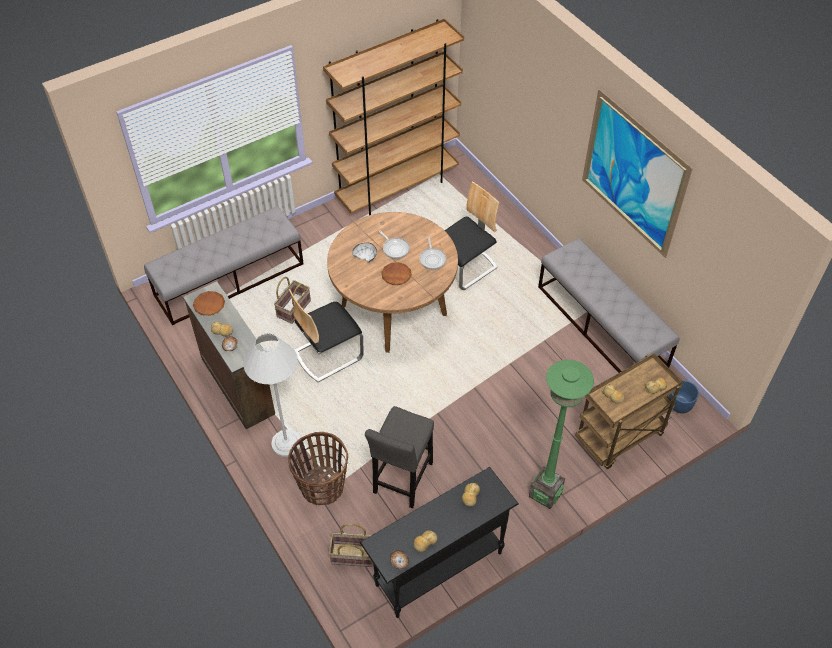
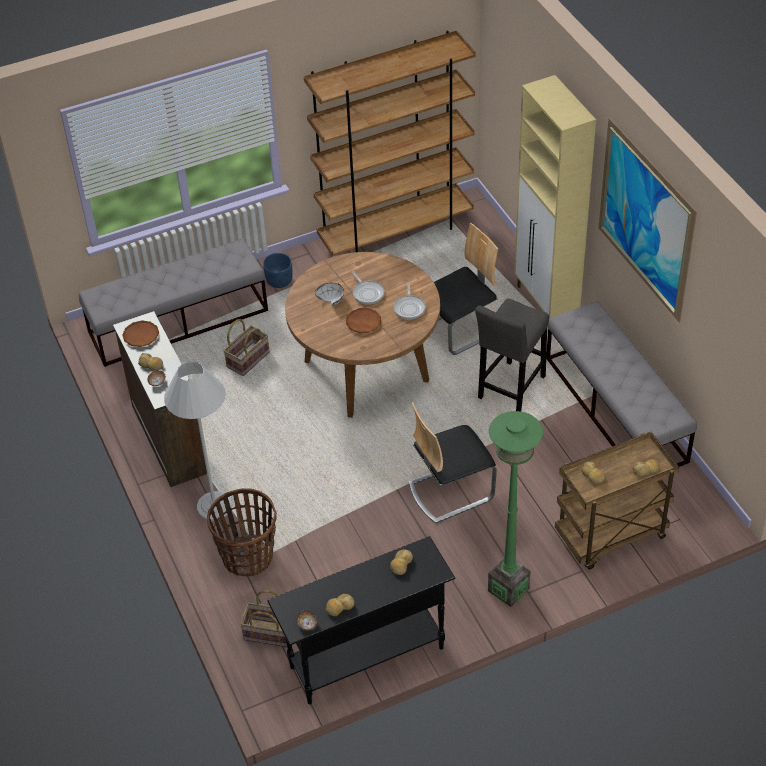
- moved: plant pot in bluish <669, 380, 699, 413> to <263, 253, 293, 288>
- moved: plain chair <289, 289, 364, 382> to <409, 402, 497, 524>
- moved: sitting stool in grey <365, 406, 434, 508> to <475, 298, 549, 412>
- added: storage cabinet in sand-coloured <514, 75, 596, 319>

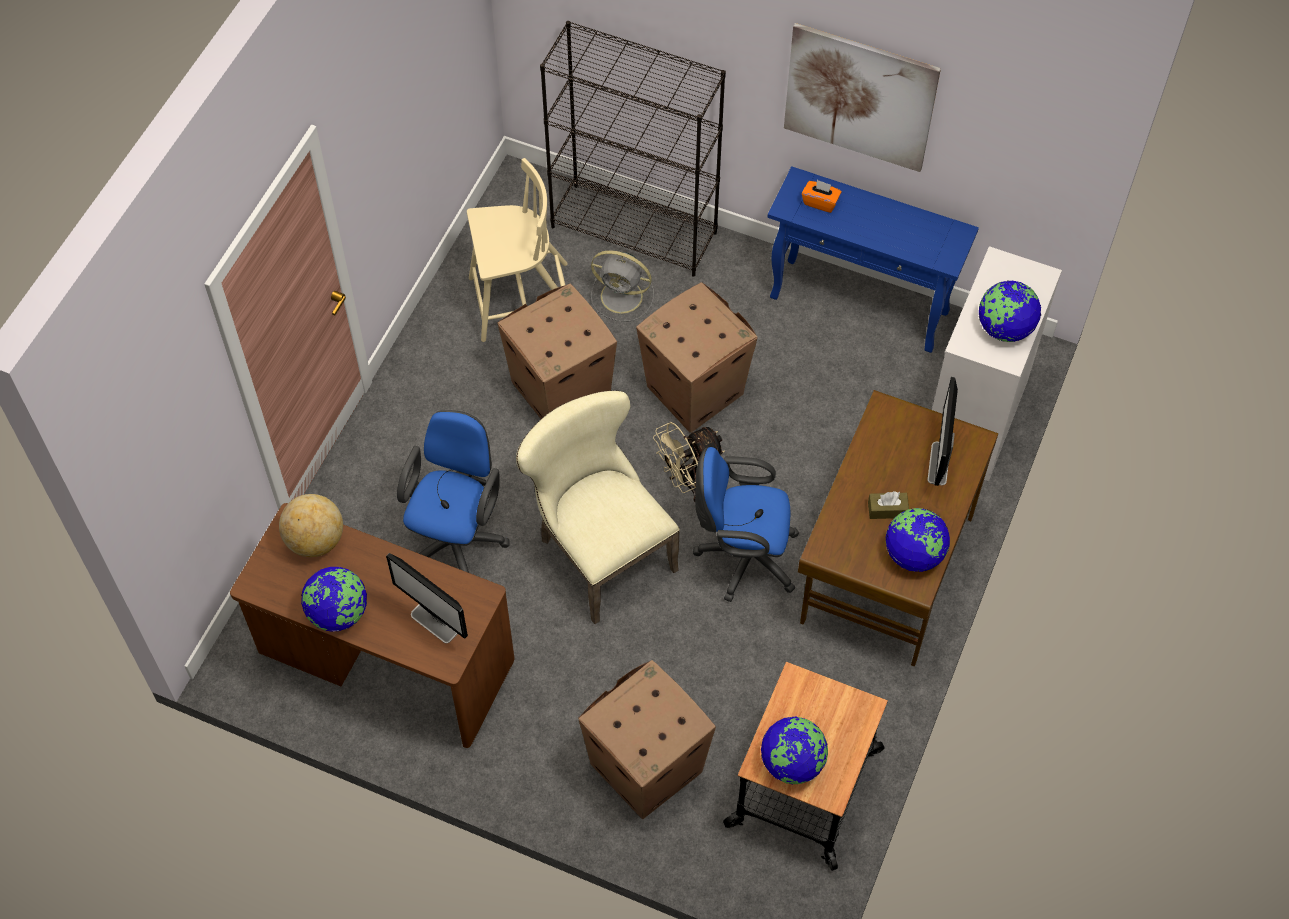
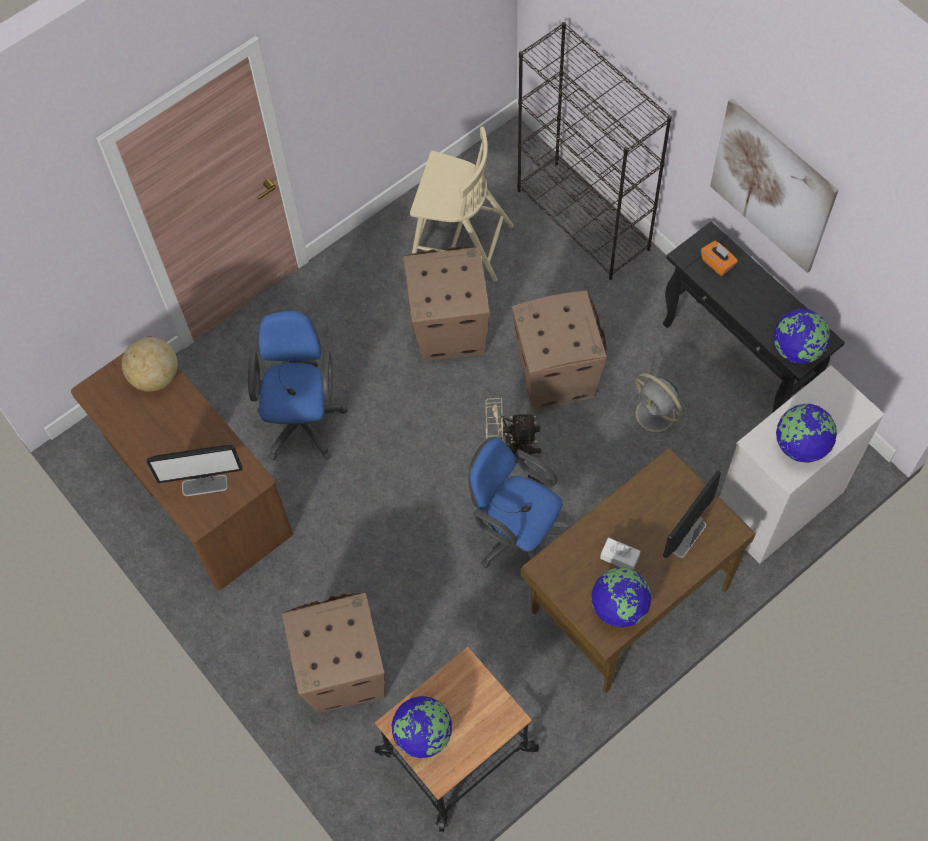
- turned: computer screen <386, 553, 468, 643> = <146, 445, 243, 496> 75 degrees counterclockwise
- turned: computer chair in bluish <397, 410, 510, 573> = <248, 309, 348, 460> 45 degrees counterclockwise
- recoloured: box of tissues in brown-coloured <868, 491, 909, 519> to box of tissues in white <600, 538, 641, 570>
- moved: fan in grey <591, 251, 654, 321> to <626, 373, 687, 441>
- recoloured: console table in bluish <767, 166, 979, 353> to console table in black <663, 221, 845, 413>
- moved: globe <301, 567, 367, 632> to <774, 309, 830, 364>
- removed: plain chair in sand-coloured <516, 390, 680, 624>

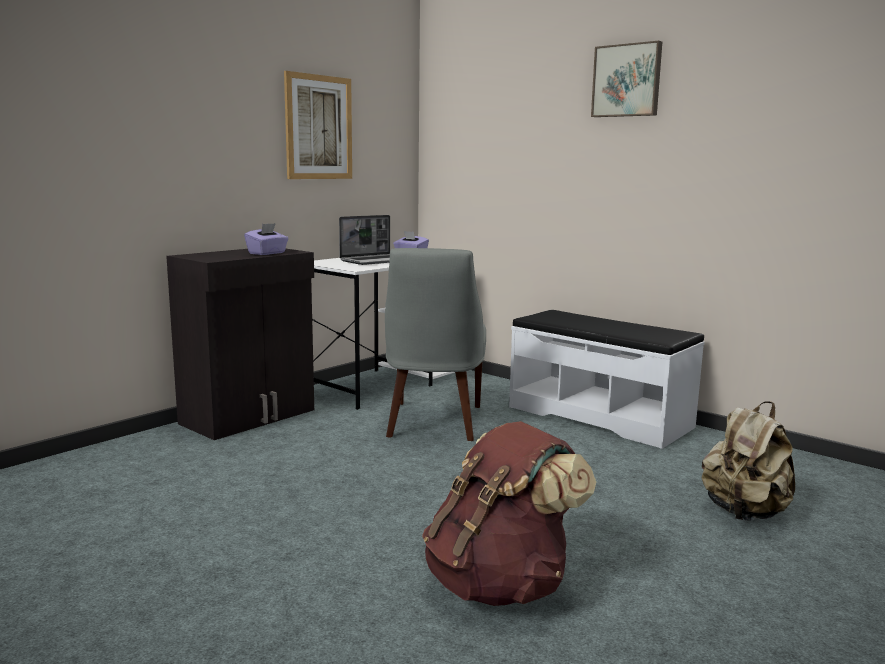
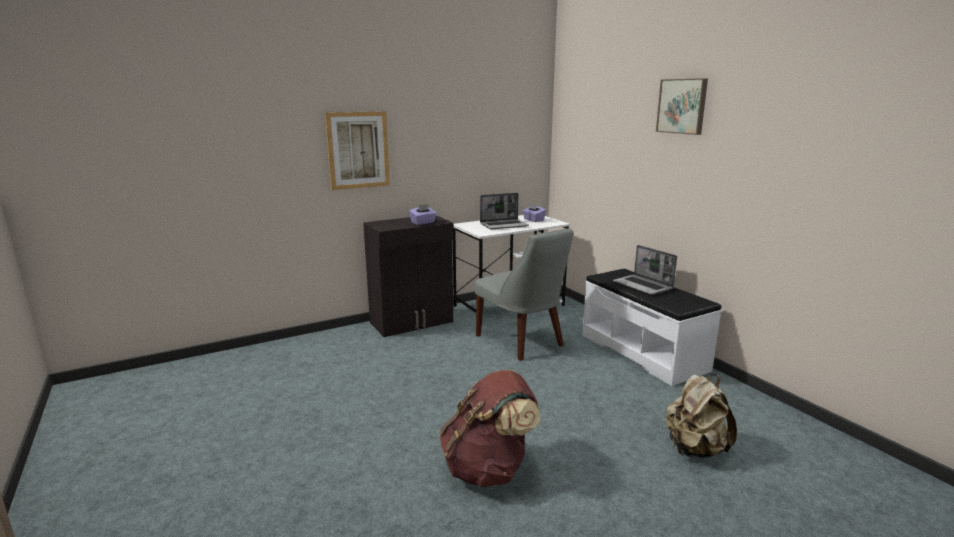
- moved: wall art <284, 71, 352, 179> to <325, 111, 390, 190>
- turned: plain chair in grey <385, 248, 486, 441> = <475, 228, 573, 361> 60 degrees counterclockwise
- added: portable computer <613, 245, 677, 295>

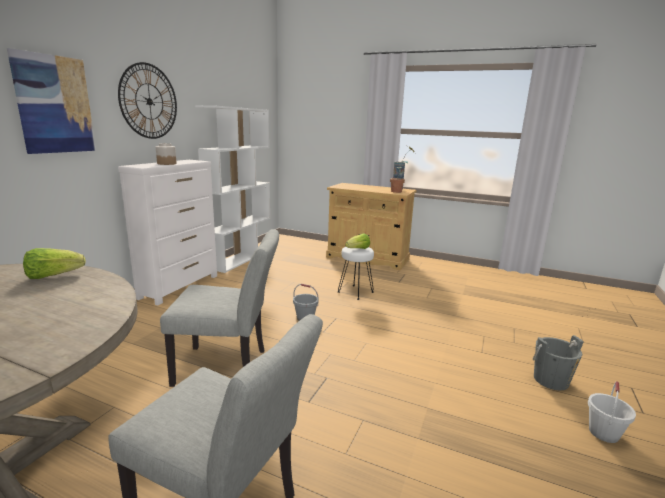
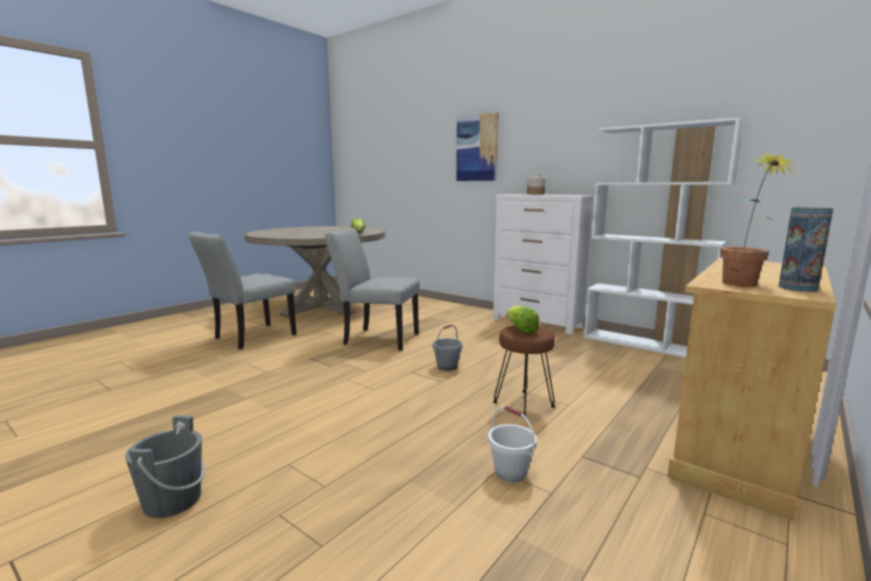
- turned: plain chair in grey <160, 229, 279, 387> = <325, 228, 420, 351> 90 degrees clockwise
- moved: water bucket in white <588, 381, 636, 443> to <488, 406, 537, 482>
- recoloured: sitting stool in white <338, 247, 374, 300> to sitting stool in brown-coloured <493, 326, 555, 419>
- removed: wall clock <118, 62, 177, 139>

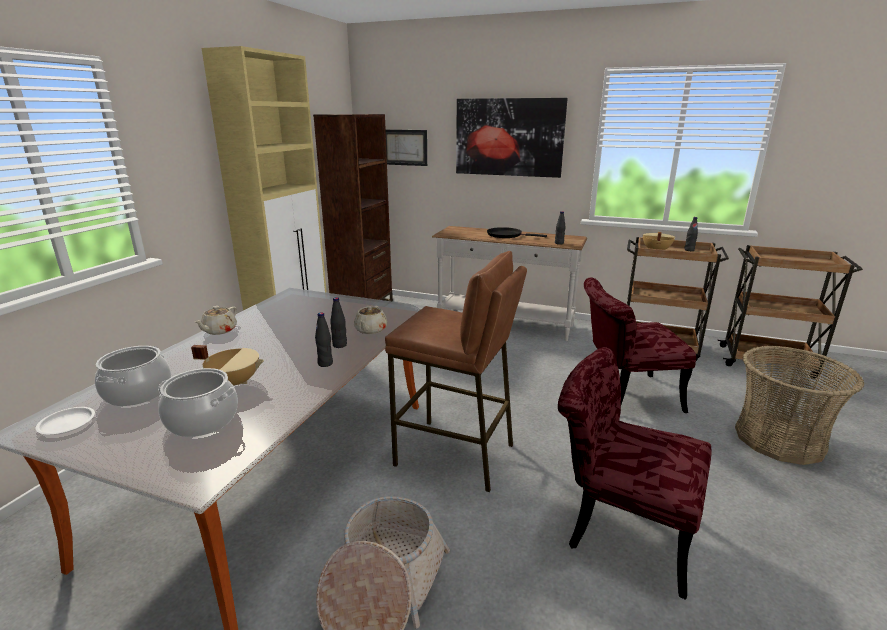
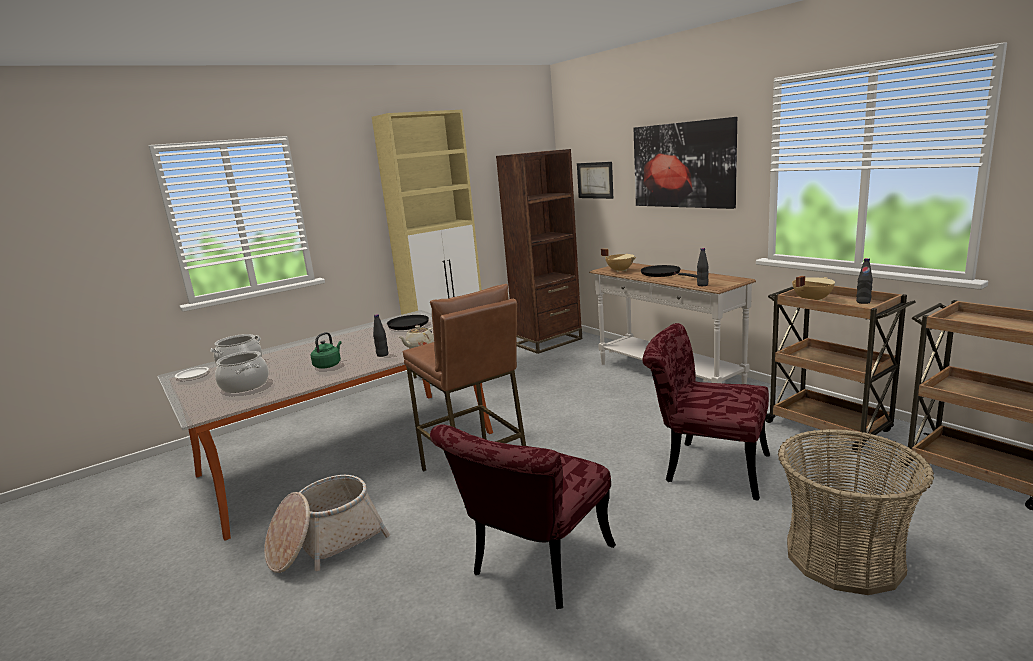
- added: water kettle in green <311, 332, 342, 368>
- added: frying pan in black <387, 315, 432, 333>
- turned: plain chair in reddish <558, 347, 711, 600> = <430, 425, 616, 609> 120 degrees counterclockwise
- moved: saucepot in sand-coloured <191, 345, 264, 386> to <601, 249, 636, 272>
- removed: teapot in sand-coloured <194, 306, 237, 335>
- removed: bottle in black <315, 312, 333, 367>

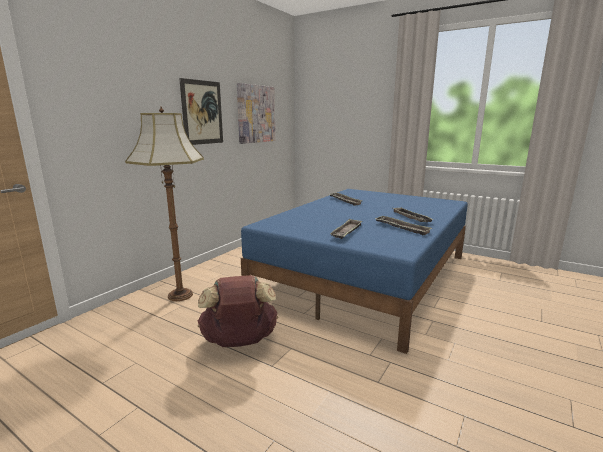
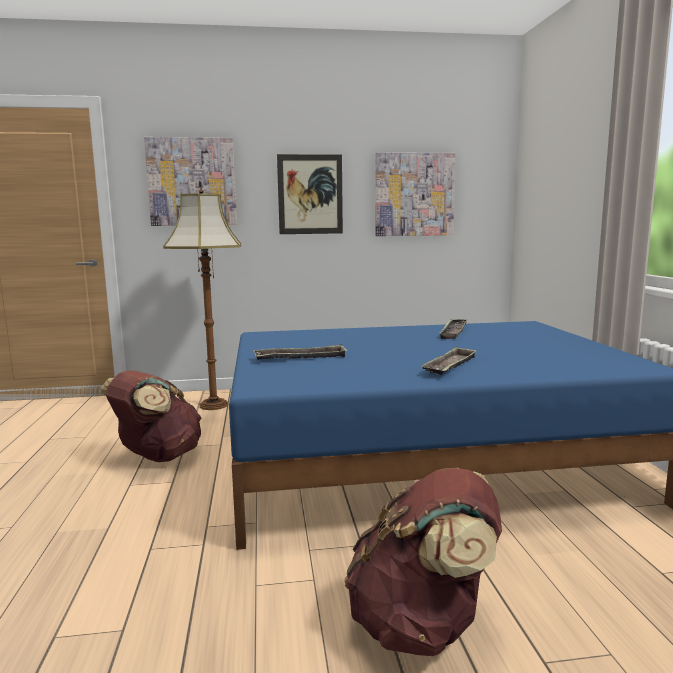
- added: wall art <144, 137, 237, 226>
- added: knapsack in brown-coloured <344, 468, 502, 656>
- removed: carrying tray <374, 215, 432, 235>

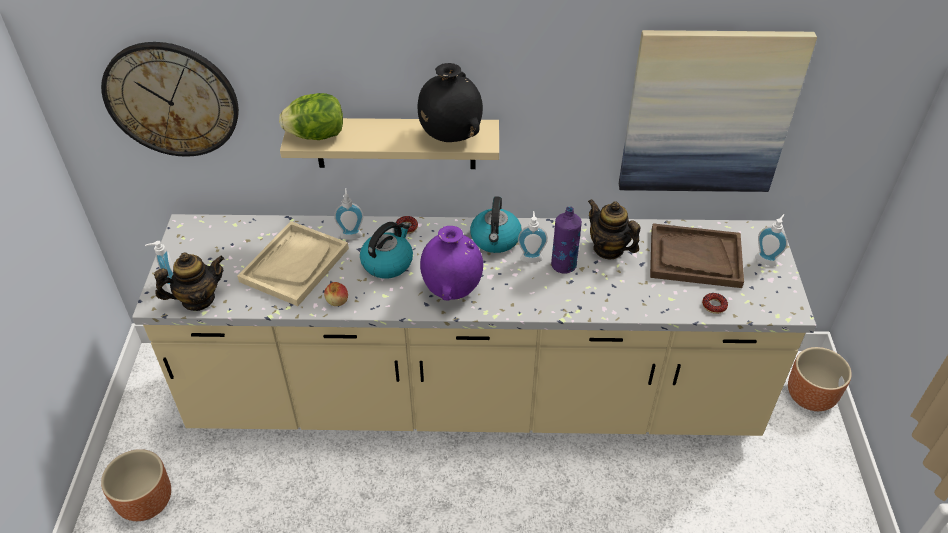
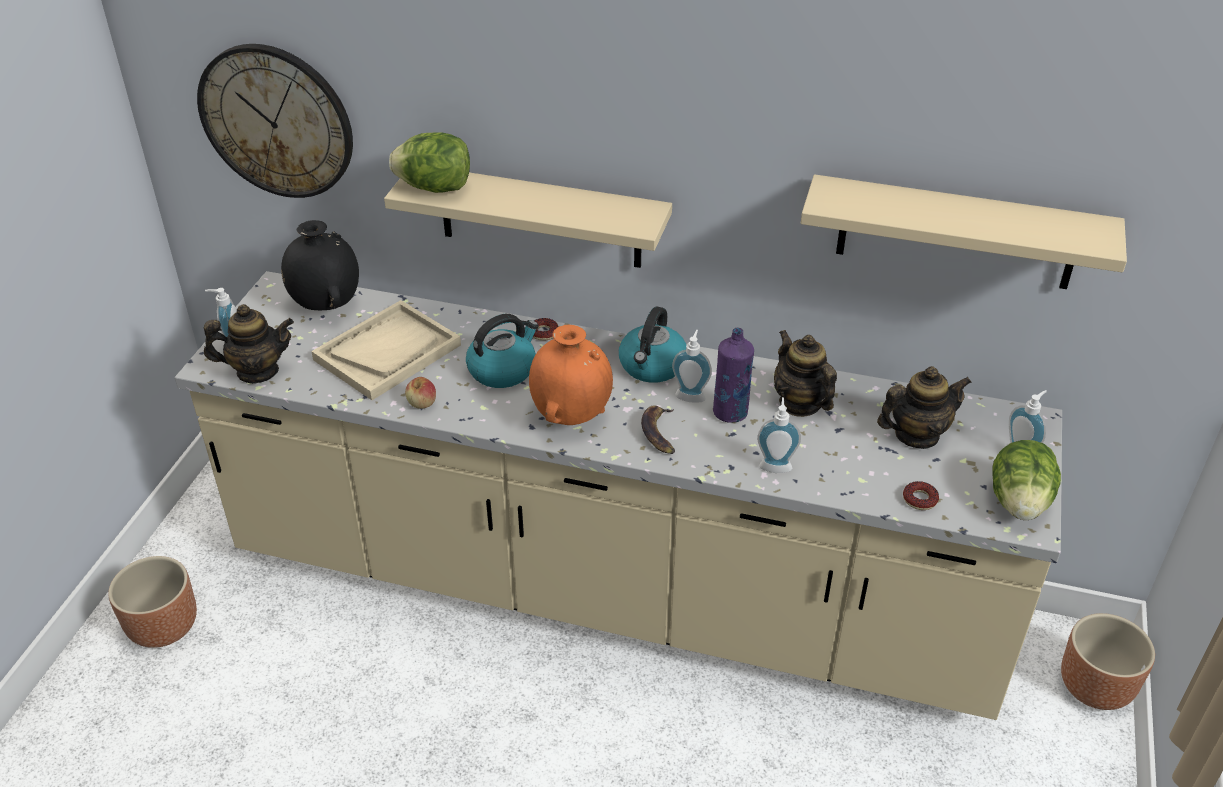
- moved: decorative vase in black <418, 63, 483, 142> to <281, 220, 359, 310>
- recoloured: decorative vase in purple <420, 226, 483, 300> to decorative vase in orange-coloured <529, 325, 613, 425>
- added: whole banana <641, 405, 675, 454>
- moved: soap bottle <334, 189, 364, 240> to <757, 397, 801, 473>
- replaced: wall art <619, 30, 817, 192> to shelf in sand-coloured <801, 174, 1127, 289>
- replaced: carrying tray in brown-coloured <650, 223, 744, 288> to teapot <877, 366, 972, 449>
- added: lettuce head <992, 440, 1061, 520>

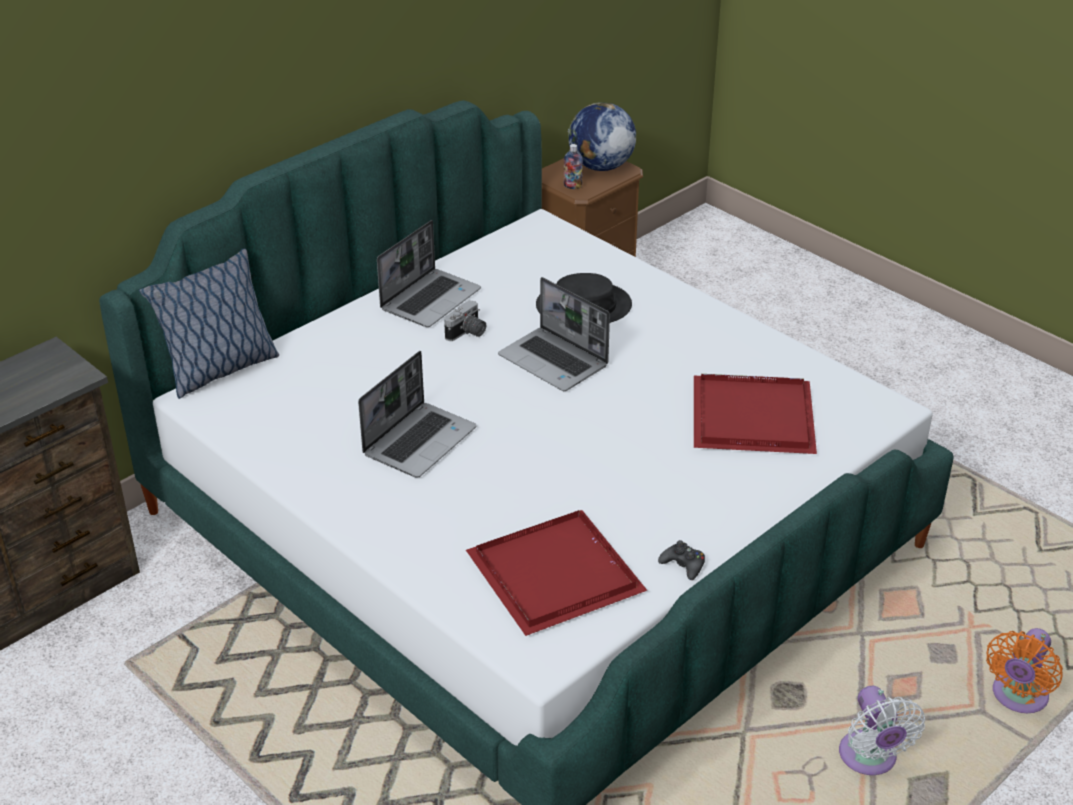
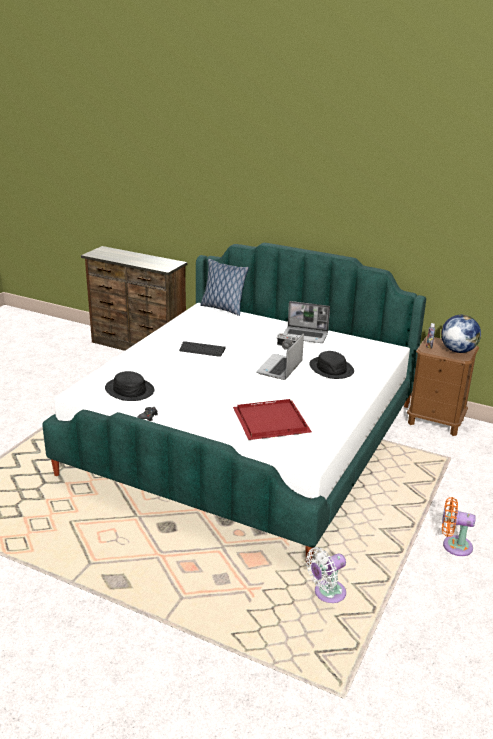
- replaced: carrying tray in reddish <466, 510, 647, 636> to hat in black <105, 371, 155, 401>
- replaced: portable computer <358, 351, 477, 478> to keyboard <179, 341, 226, 357>
- moved: fan in white <839, 686, 925, 775> to <306, 547, 346, 603>
- moved: fan in orange-coloured <986, 628, 1063, 713> to <442, 497, 476, 556>

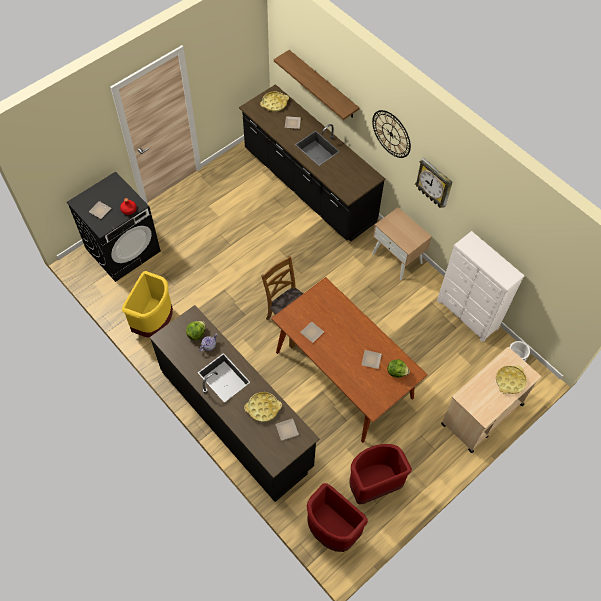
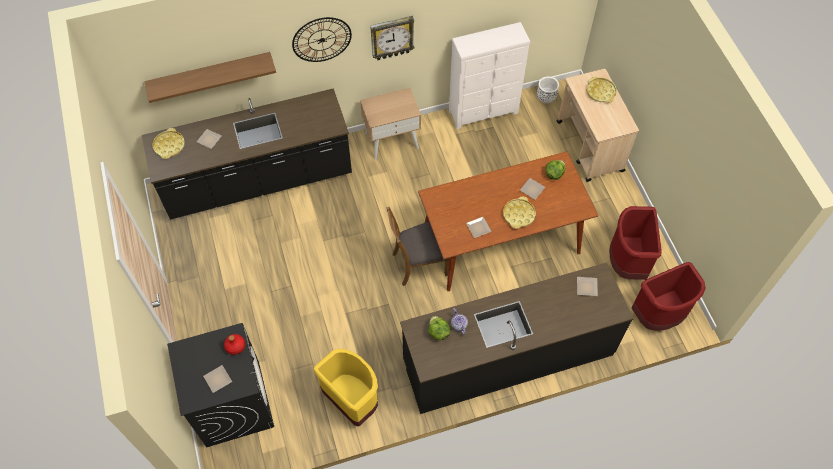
- moved: carrying tray in yellowish <244, 392, 282, 422> to <503, 196, 536, 229>

